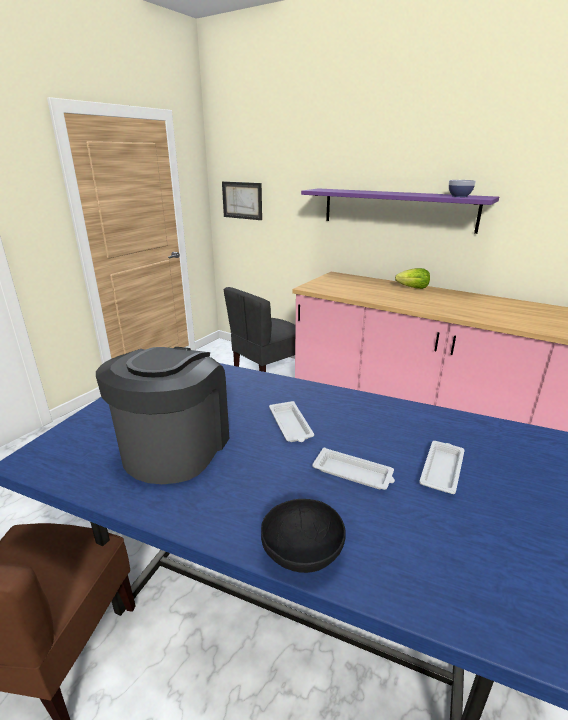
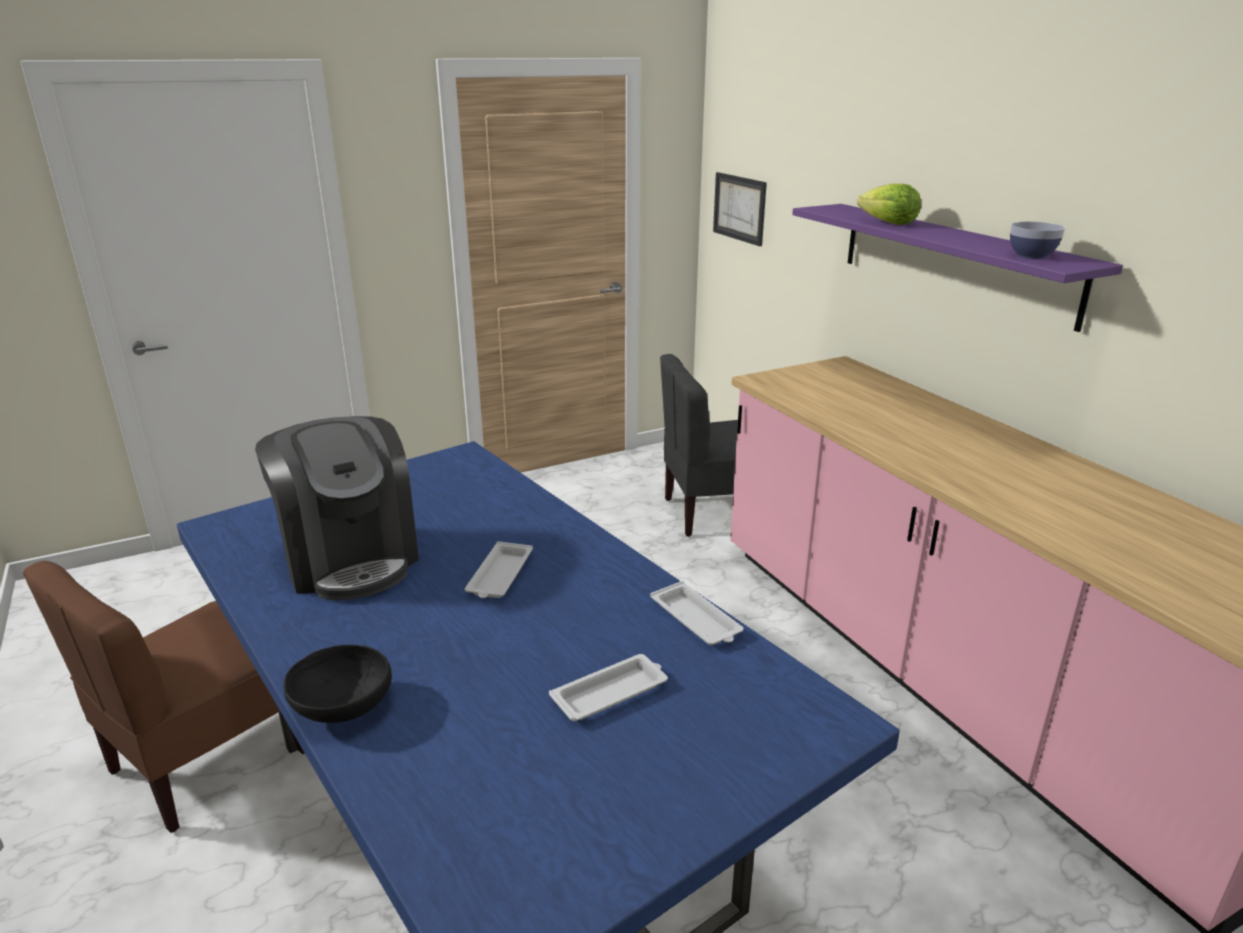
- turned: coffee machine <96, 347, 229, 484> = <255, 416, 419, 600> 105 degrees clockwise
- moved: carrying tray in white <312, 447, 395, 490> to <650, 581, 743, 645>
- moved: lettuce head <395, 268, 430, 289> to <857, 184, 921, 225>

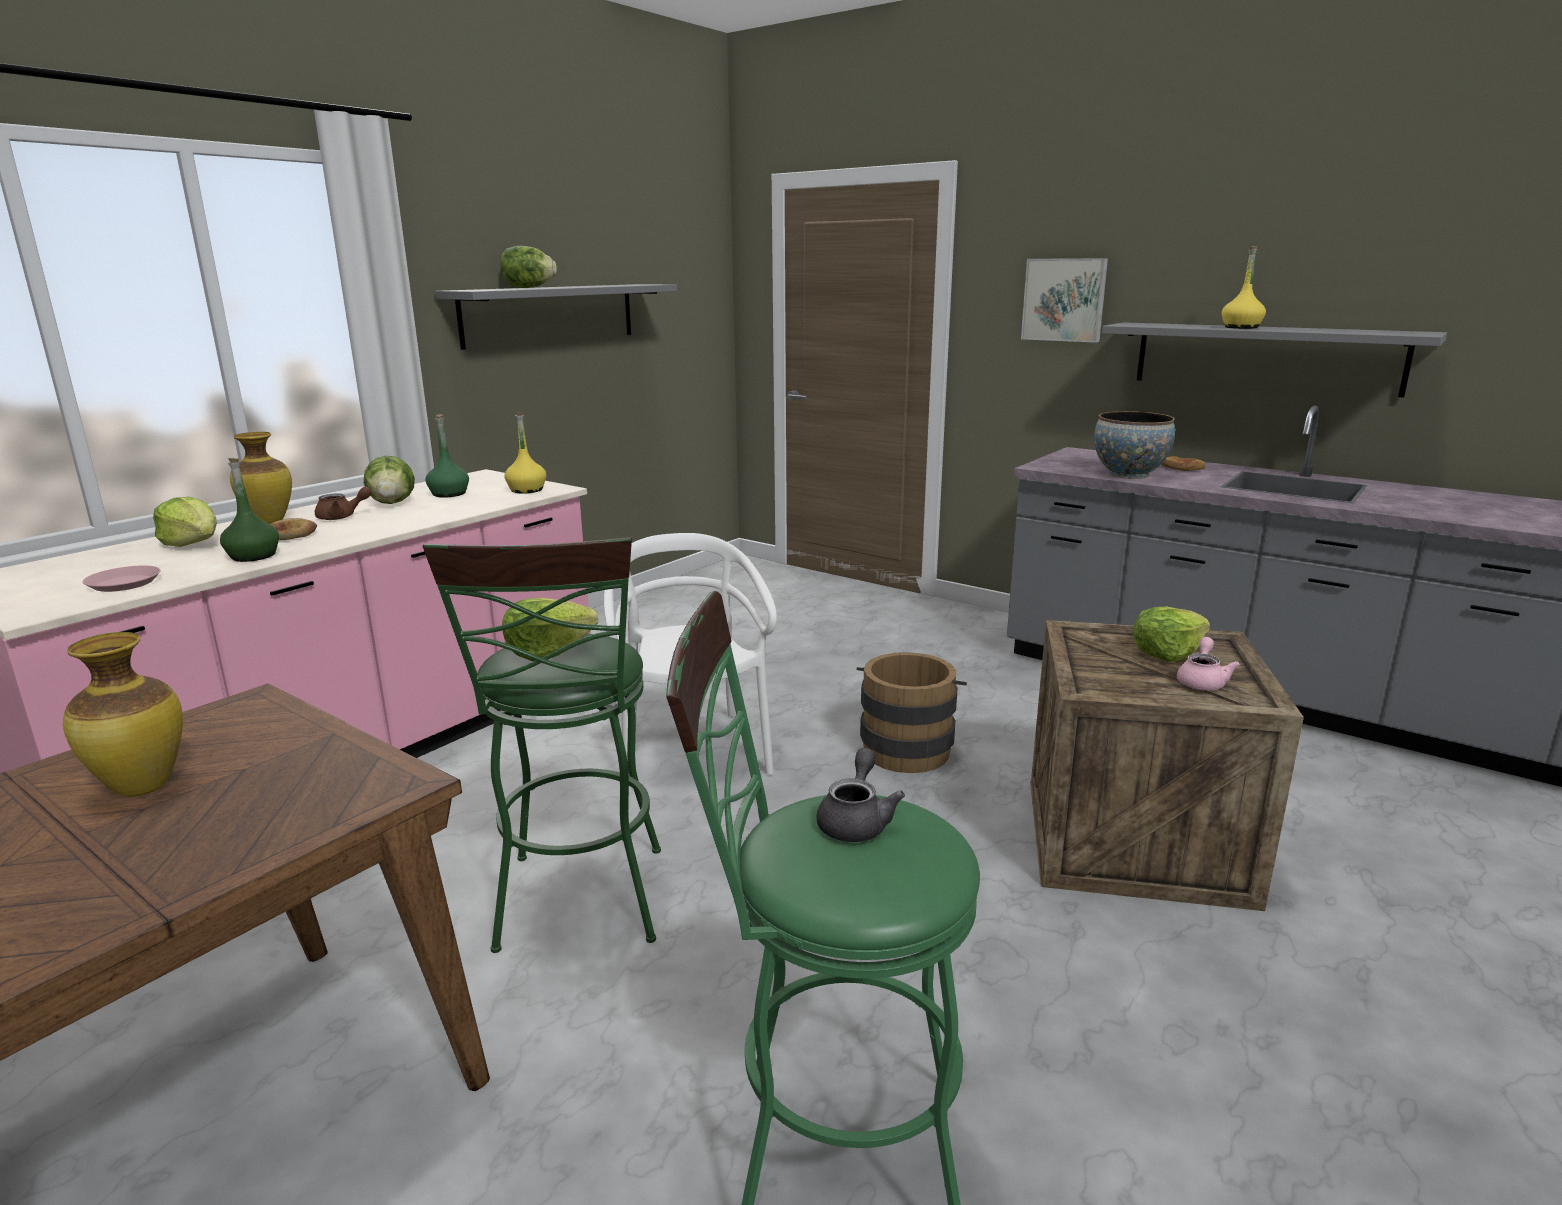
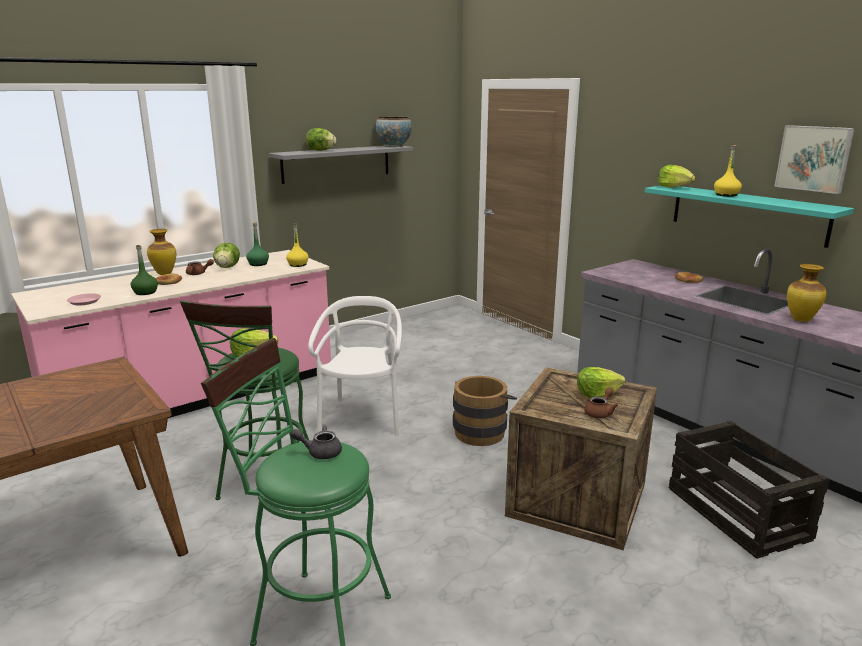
- turned: teapot in grey <817, 748, 905, 842> = <291, 425, 342, 459> 120 degrees counterclockwise
- moved: bowl <1094, 411, 1175, 479> to <376, 117, 412, 147>
- recoloured: teapot in pinkish <1177, 637, 1240, 691> to teapot in brown-coloured <584, 388, 618, 418>
- recoloured: shelf in grey <1102, 322, 1447, 398> to shelf in blue-green <645, 186, 854, 248>
- moved: lettuce head <153, 497, 217, 547> to <658, 165, 695, 188>
- added: shipping crate <669, 421, 829, 559>
- moved: wall art <1021, 258, 1108, 343> to <774, 125, 855, 194>
- moved: decorative vase <63, 632, 183, 797> to <787, 264, 826, 322>

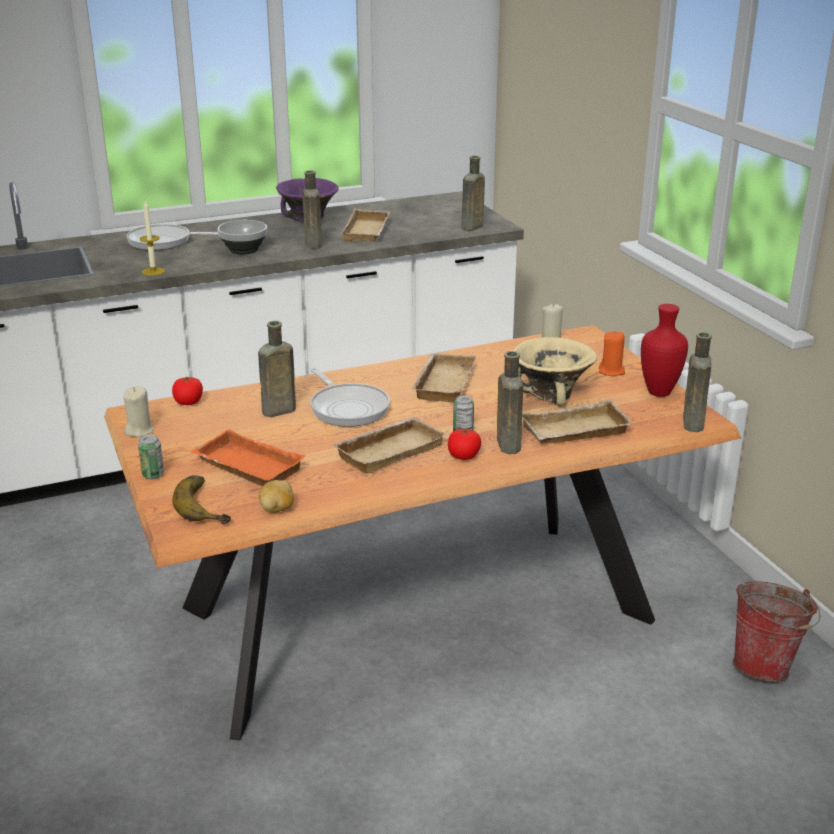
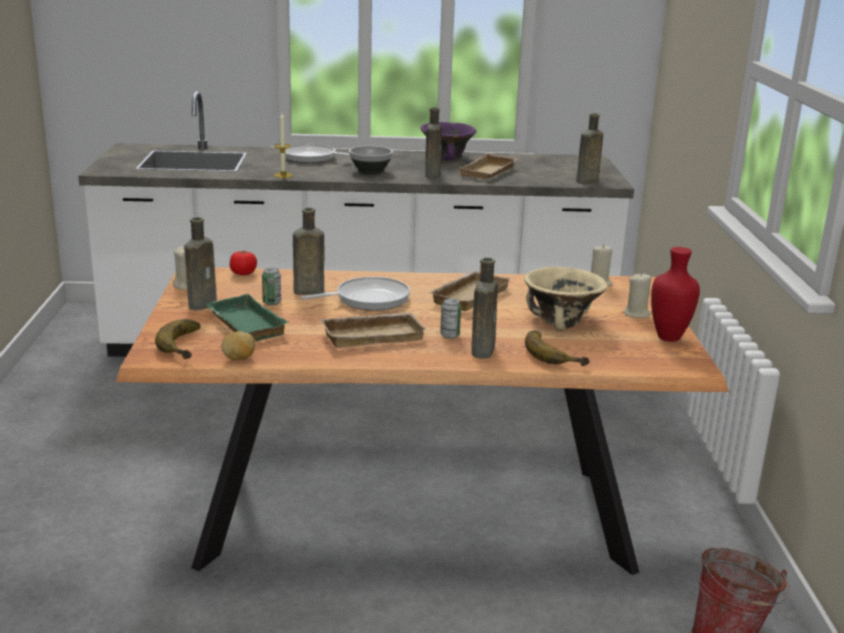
- moved: bottle in brown-coloured <683, 332, 712, 432> to <185, 217, 217, 310>
- recoloured: carrying tray in orange-coloured <191, 429, 305, 486> to carrying tray in green <205, 294, 289, 341>
- moved: metal can <138, 435, 164, 479> to <262, 268, 281, 305>
- turned: frying pan <310, 368, 390, 427> = <301, 277, 410, 311> 105 degrees counterclockwise
- replaced: carrying tray in sand-coloured <522, 399, 633, 444> to whole banana <525, 330, 590, 366>
- recoloured: wax candle in orange-coloured <599, 331, 625, 376> to wax candle in sand-coloured <623, 273, 651, 318>
- removed: tomato <448, 428, 481, 460>

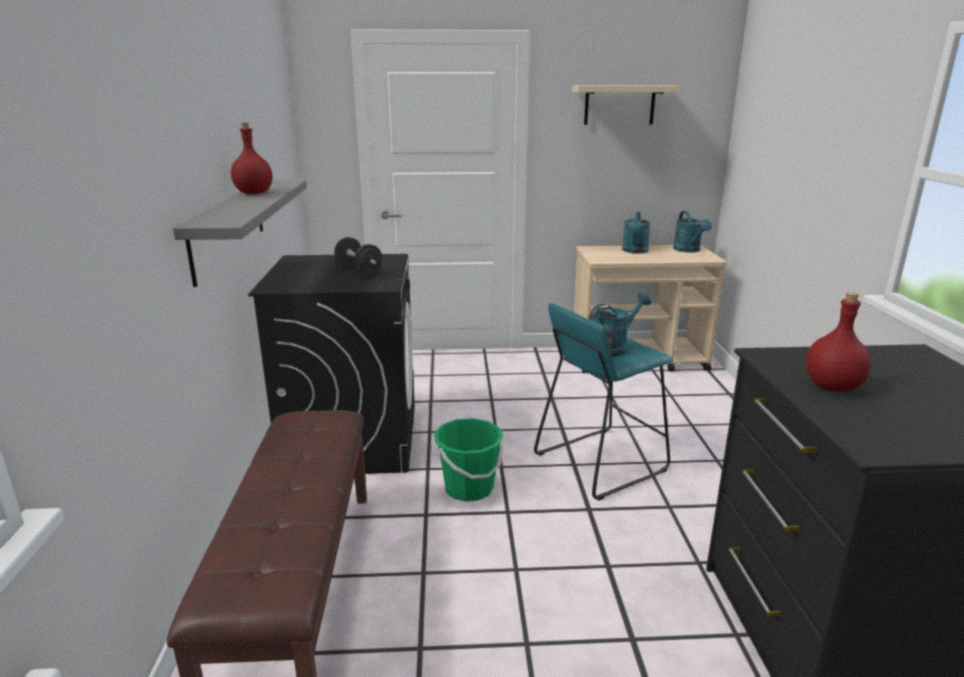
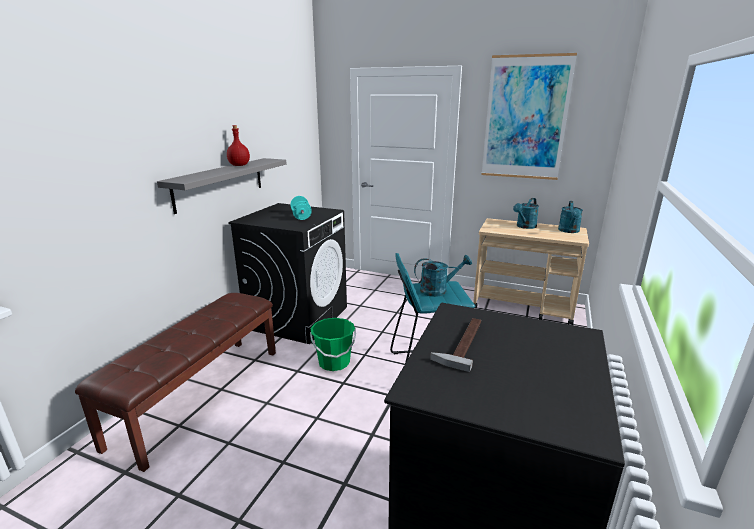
- recoloured: hand weight in black <334, 237, 382, 275> to hand weight in blue-green <290, 196, 312, 220>
- replaced: bottle in reddish <806, 292, 871, 392> to hammer <430, 318, 481, 372>
- replaced: shelf in sand-coloured <572, 85, 680, 125> to wall art <481, 53, 577, 180>

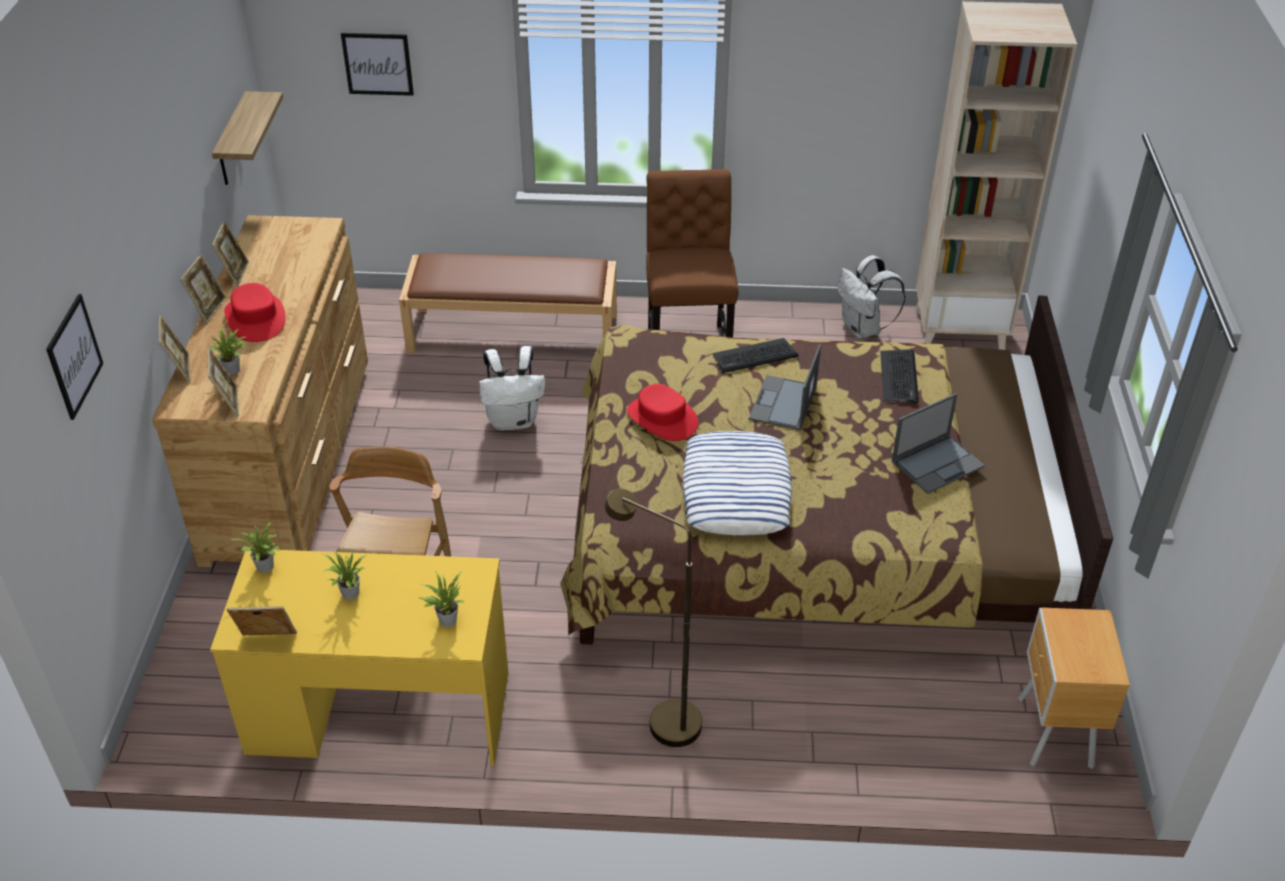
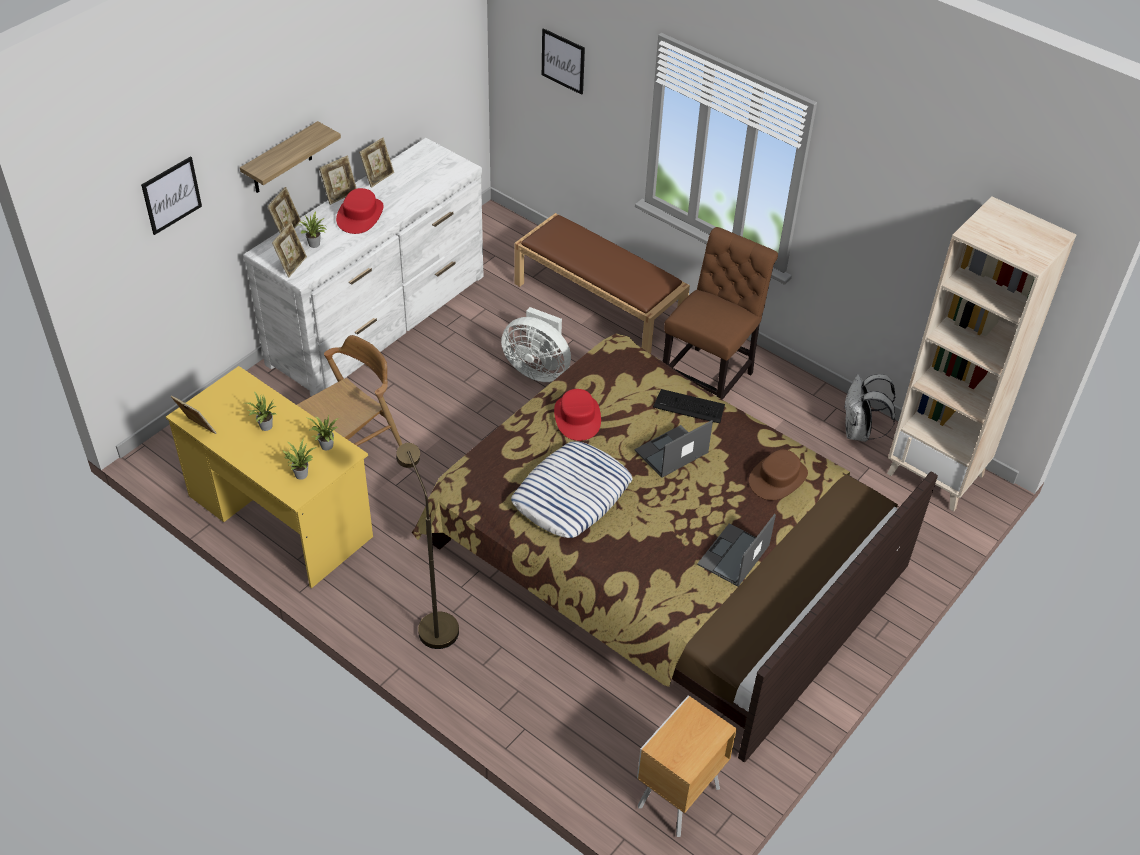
- moved: shelf <212, 91, 283, 185> to <240, 121, 341, 193>
- recoloured: drawer chest in brown-coloured <152, 215, 368, 567> to drawer chest in white <243, 138, 484, 396>
- moved: plant in a pot <231, 521, 280, 573> to <305, 414, 339, 450>
- replaced: knapsack in white <479, 346, 545, 431> to fan in white <501, 307, 571, 382>
- turned: portable computer <892, 393, 985, 494> = <697, 514, 776, 587> 120 degrees clockwise
- replaced: keyboard <880, 349, 919, 404> to hat in brown-coloured <749, 449, 808, 500>

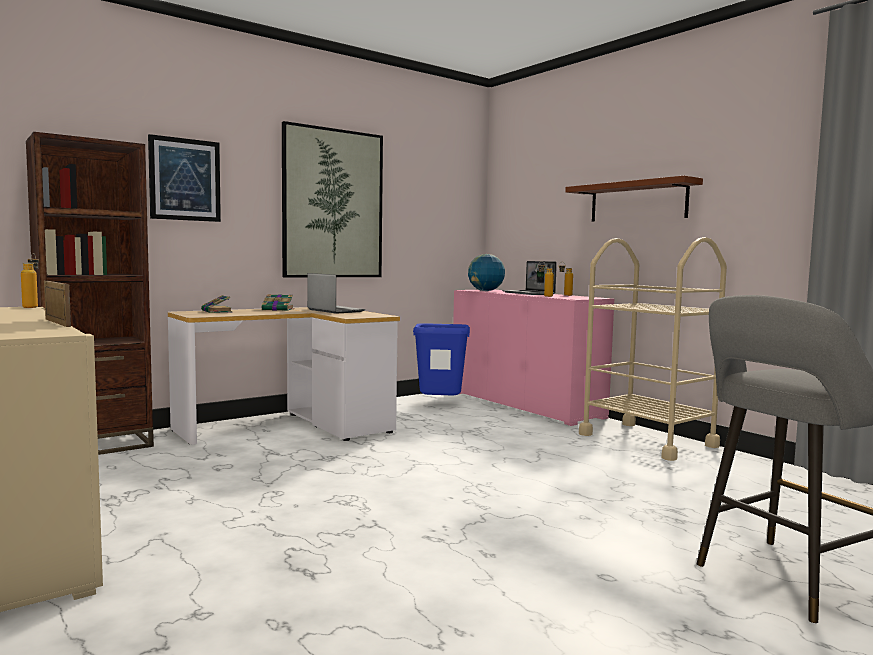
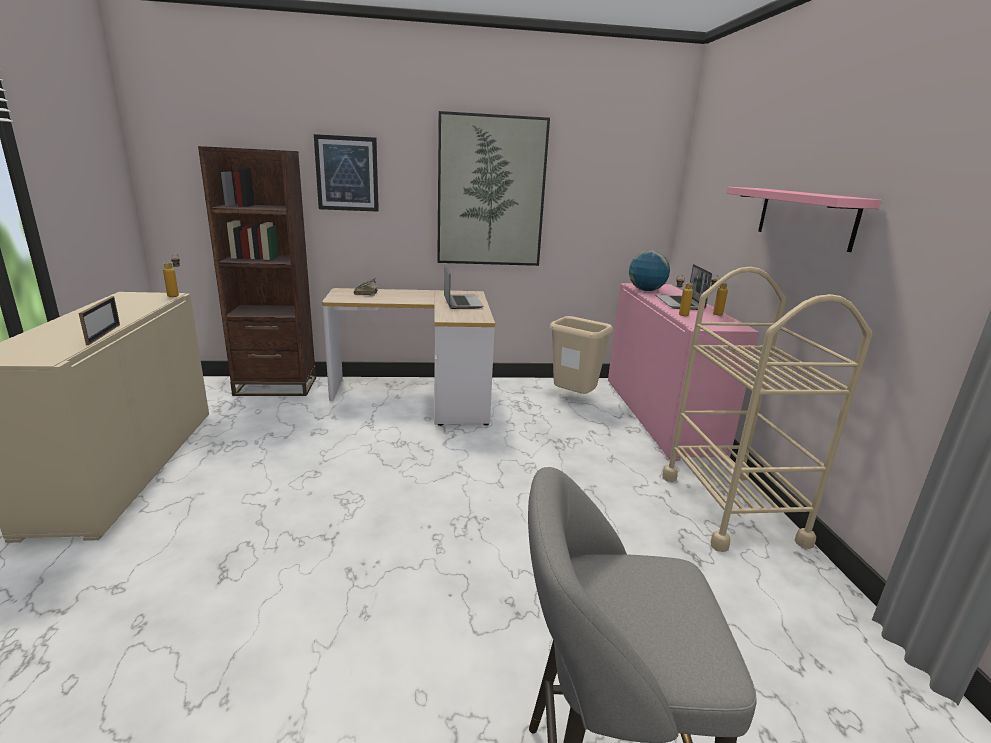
- recoloured: waste bin in bluish <413, 323, 470, 395> to waste bin in sand-coloured <550, 316, 613, 394>
- recoloured: shelf in brown-coloured <565, 176, 703, 222> to shelf in pinkish <727, 187, 881, 252>
- removed: book <262, 294, 294, 311>

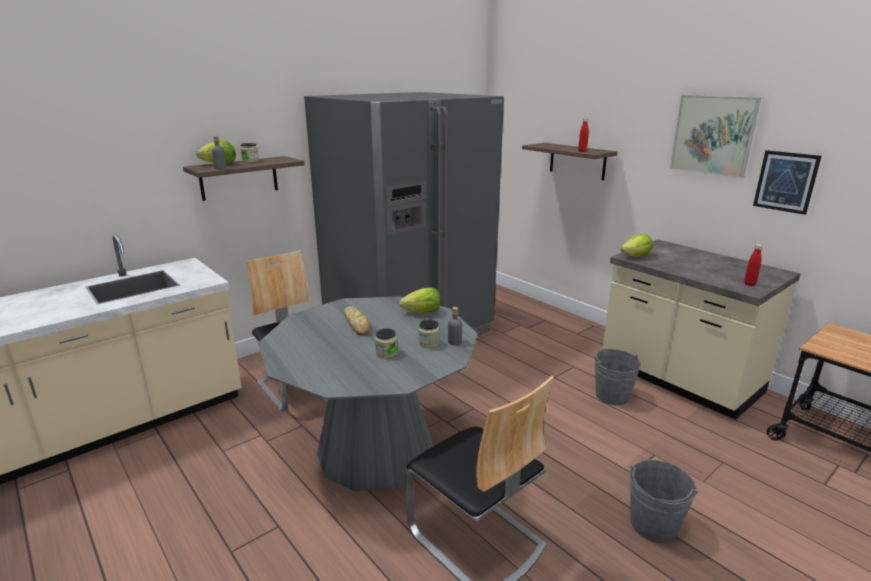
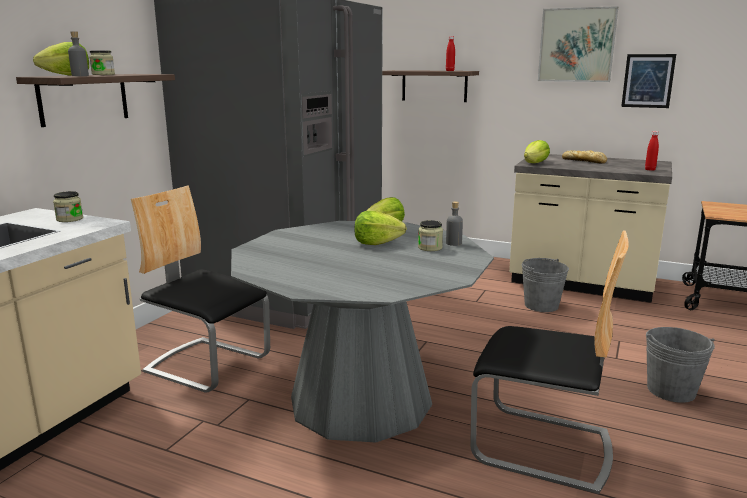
- moved: storage jar <375, 328, 398, 358> to <53, 191, 83, 222>
- added: lettuce head <355, 211, 407, 245>
- moved: bread <344, 306, 370, 336> to <562, 150, 607, 164>

